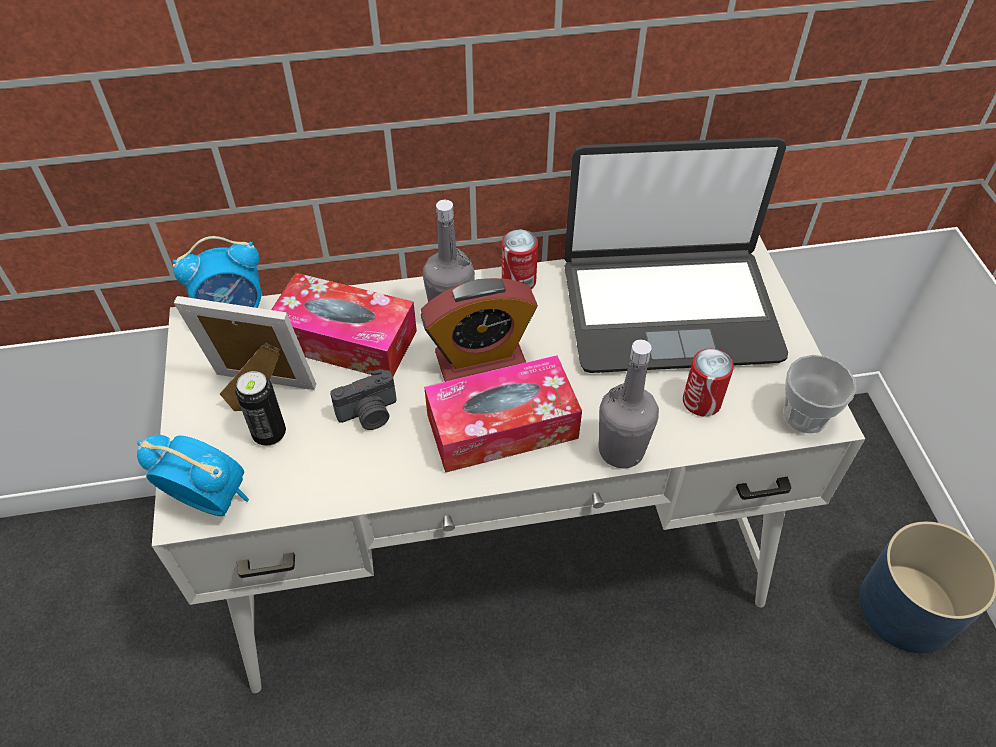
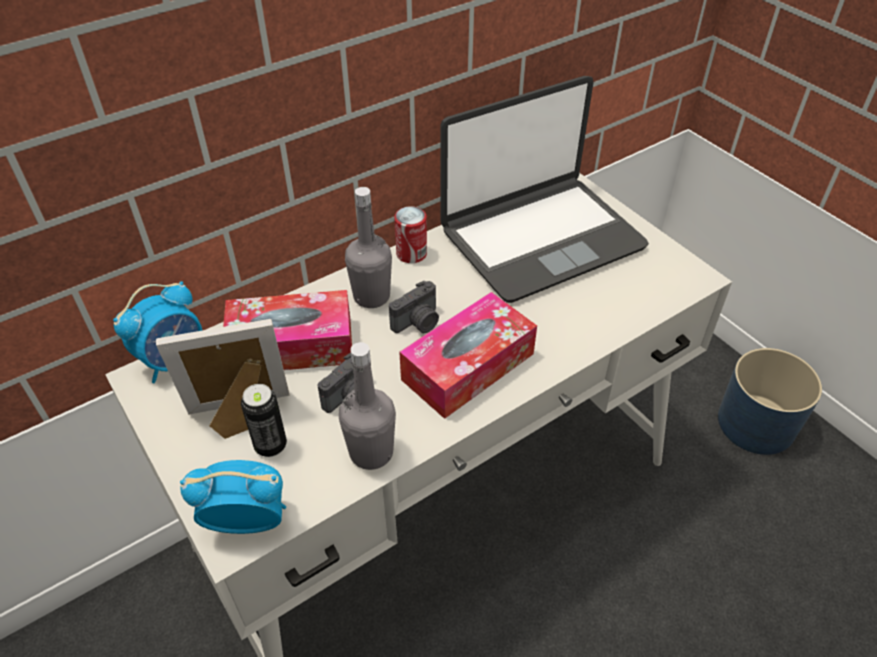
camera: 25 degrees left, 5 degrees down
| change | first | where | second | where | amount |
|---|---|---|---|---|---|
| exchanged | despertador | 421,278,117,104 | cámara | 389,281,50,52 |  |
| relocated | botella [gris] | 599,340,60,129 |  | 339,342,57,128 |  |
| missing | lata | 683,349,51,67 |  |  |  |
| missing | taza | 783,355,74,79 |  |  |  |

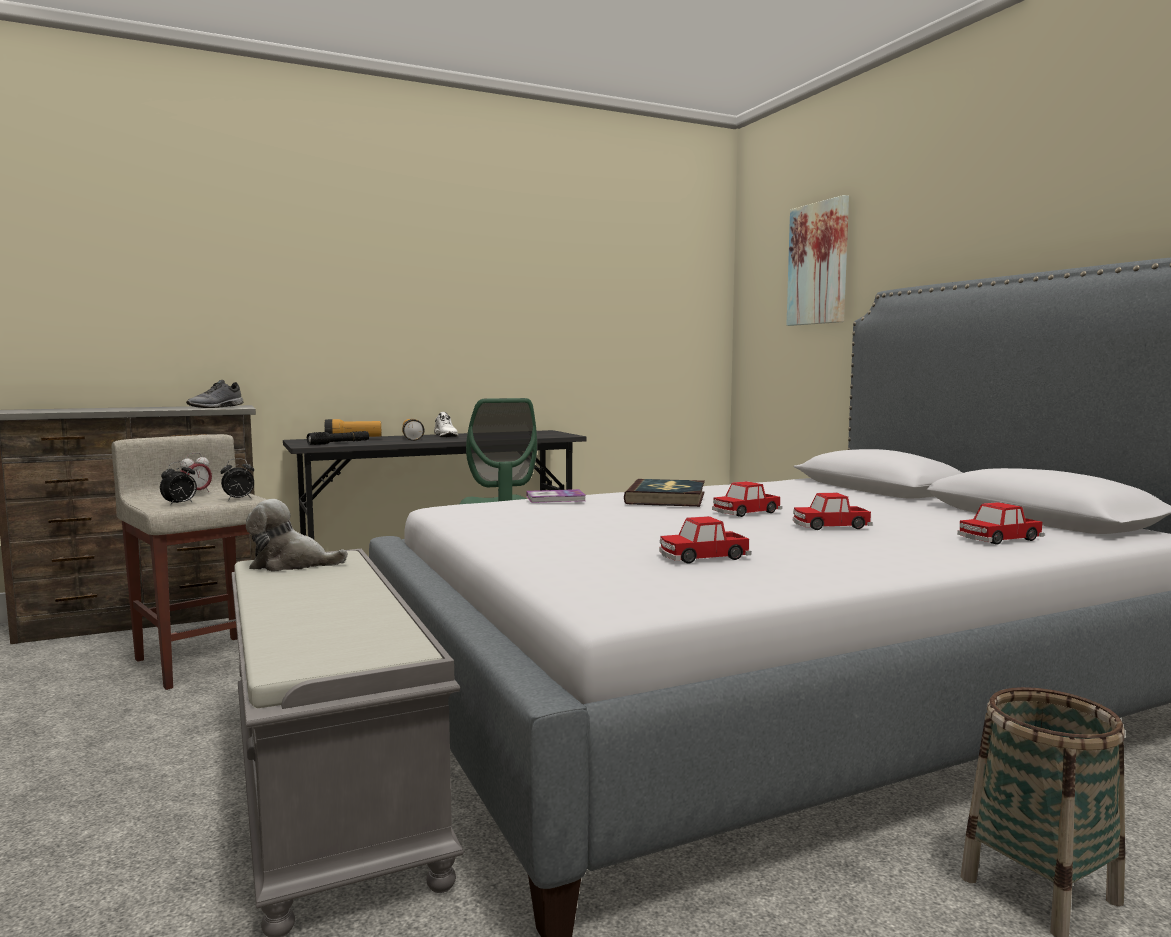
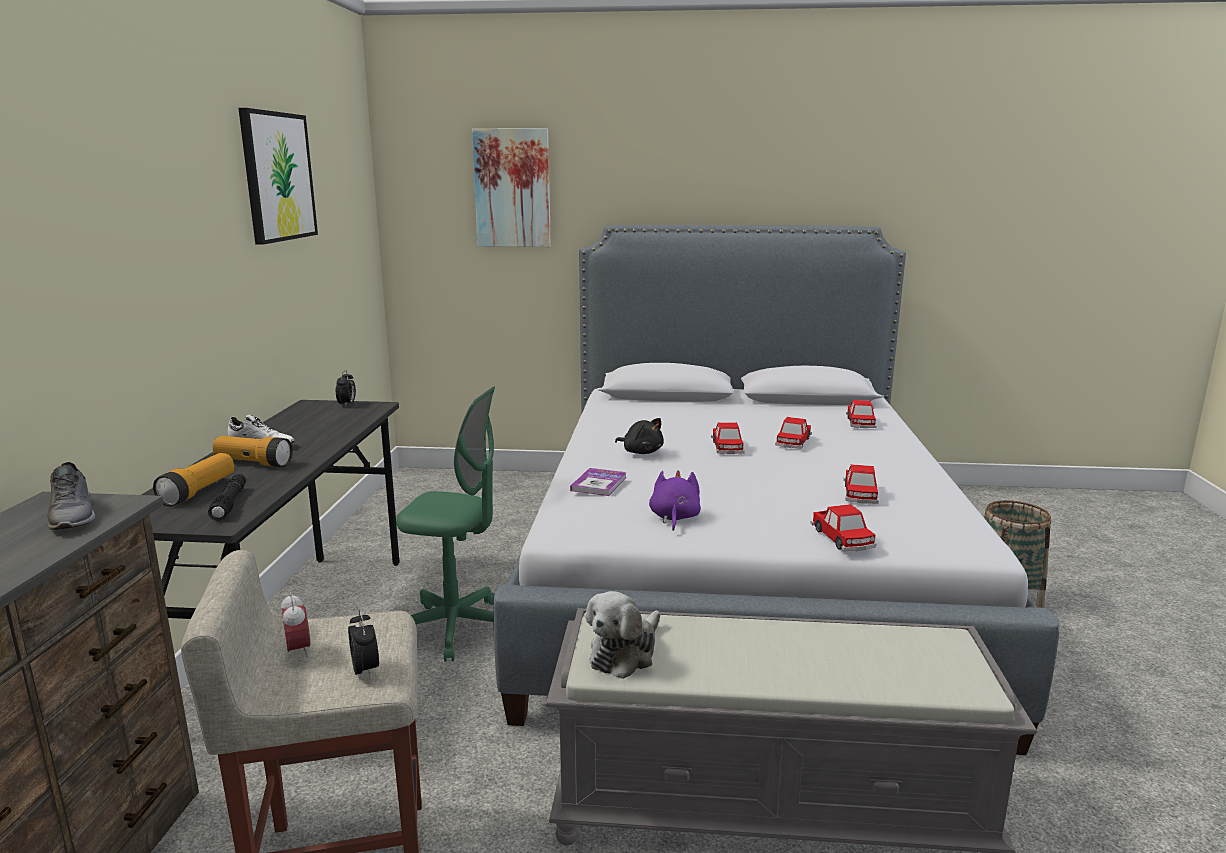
camera: 60 degrees left, 10 degrees up
| change | first | where | second | where | amount |
|---|---|---|---|---|---|
| relocated | despertador | 220,458,34,42 |  | 336,370,20,37 |  |
| exchanged | libro | 624,479,81,28 | peluche [negro] | 615,418,49,36 |  |
| appeared |  |  | cuadro | 238,108,80,137 |  |
| appeared |  |  | peluche [morado] | 649,470,52,61 |  |
| appeared |  |  | coche de juguete | 810,504,66,47 |  |

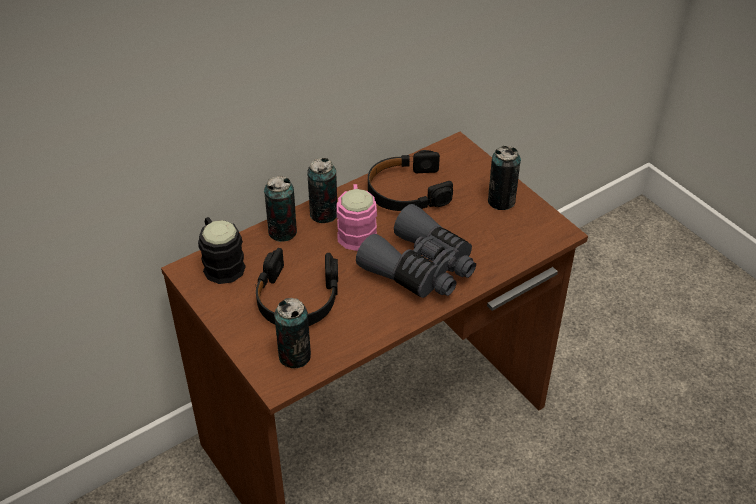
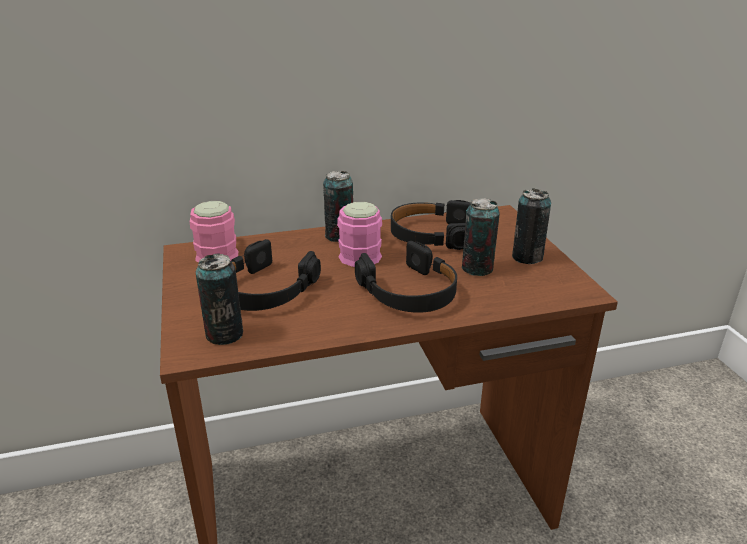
camera: 20 degrees right, 15 degrees down
| change | first | where | second | where | amount |
|---|---|---|---|---|---|
| relocated | lata | 264,176,33,66 |  | 462,198,38,78 |  |
| exchanged | prismáticos [gris] | 356,204,120,94 | auriculares [negro] | 355,241,102,72 |  |
| colour | taza grande [negro] | 198,217,48,67 | taza grande [rosa] | 190,201,48,62 |  |

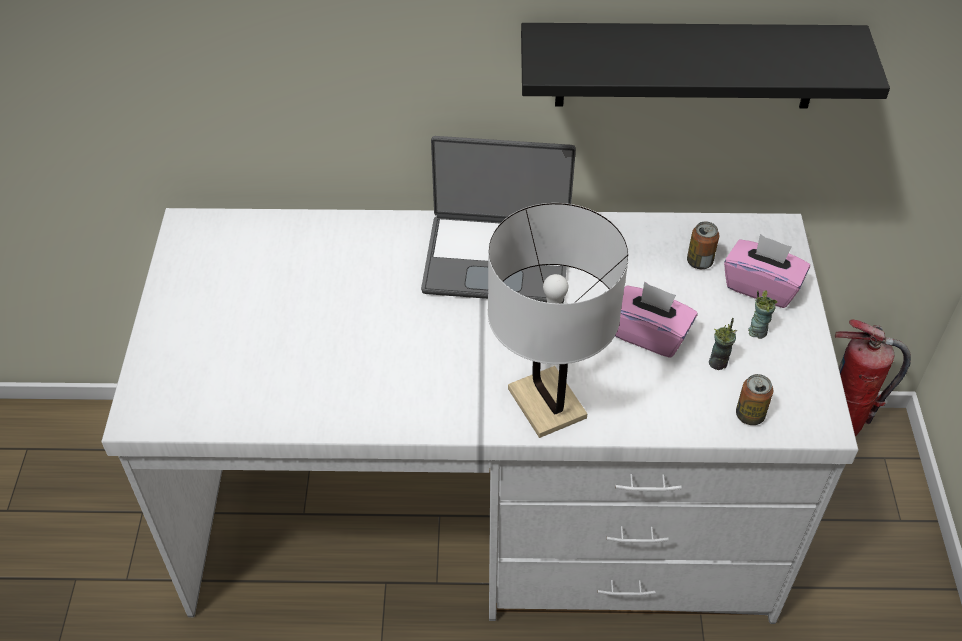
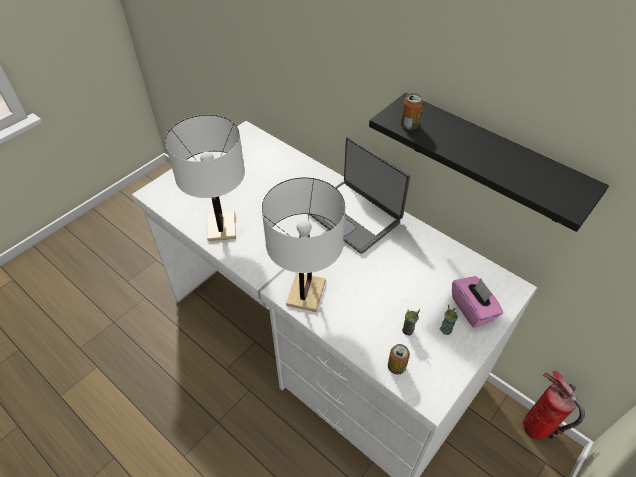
camera: 40 degrees right, 0 degrees up
| change | first | where | second | where | amount |
|---|---|---|---|---|---|
| relocated | lata | 687,221,32,48 |  | 401,93,22,37 |  |
| missing | caja de pañuelos [rosa] | 615,281,83,77 |  |  |  |
| appeared |  |  | lámpara de mesa [blanco] | 165,115,80,126 |  |

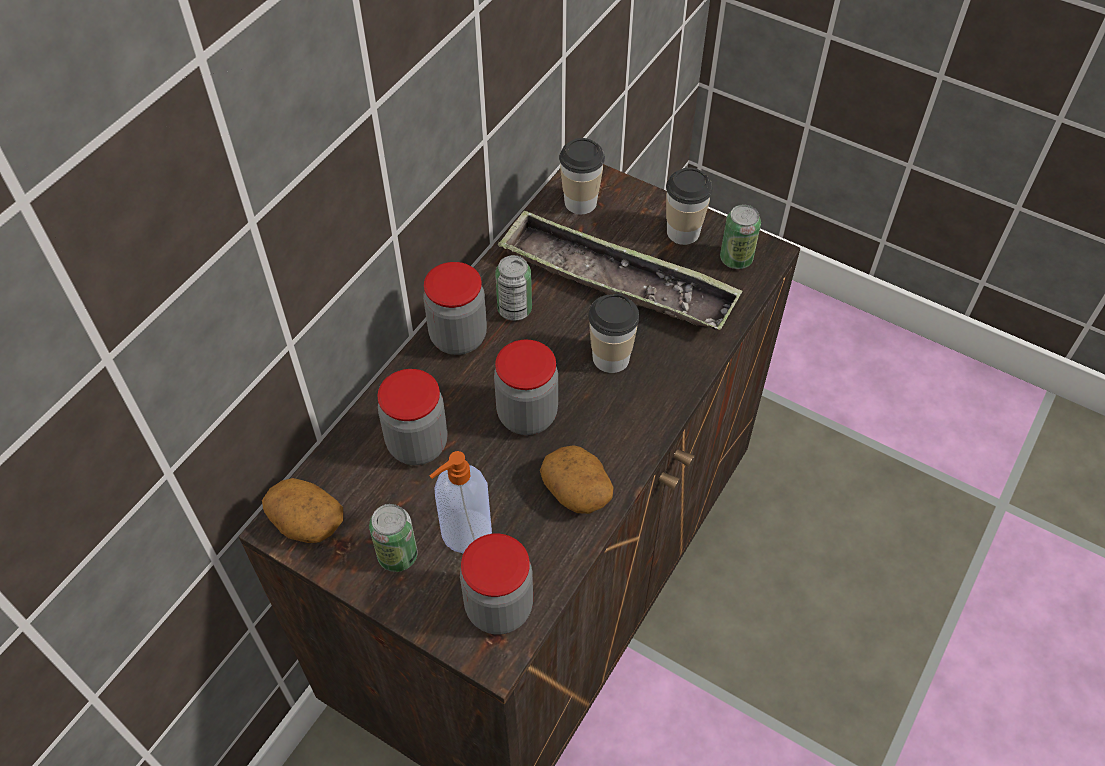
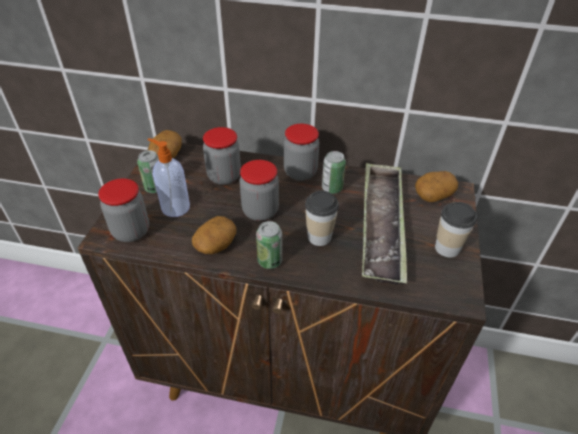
camera: 70 degrees right, 10 degrees down
| change | first | where | second | where | amount |
|---|---|---|---|---|---|
| exchanged | taza | 559,138,46,76 | patata | 415,171,43,31 |  |
| relocated | lata | 720,205,41,64 |  | 256,221,26,48 |  |

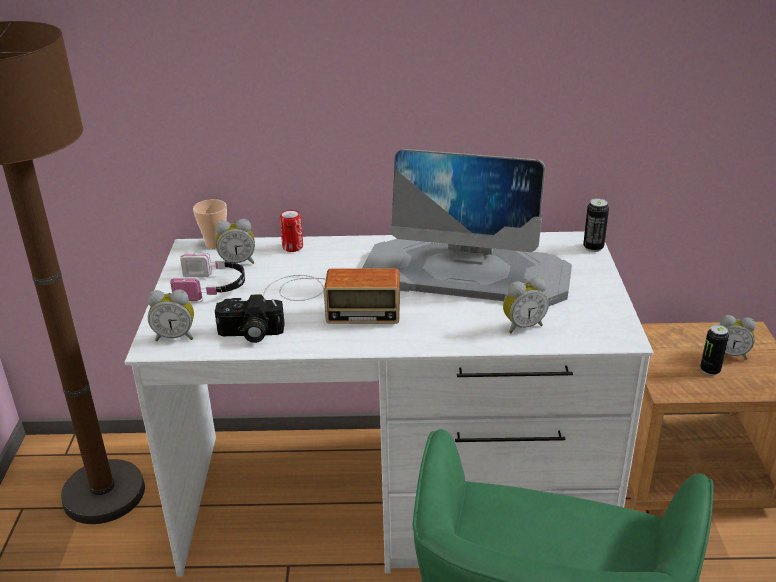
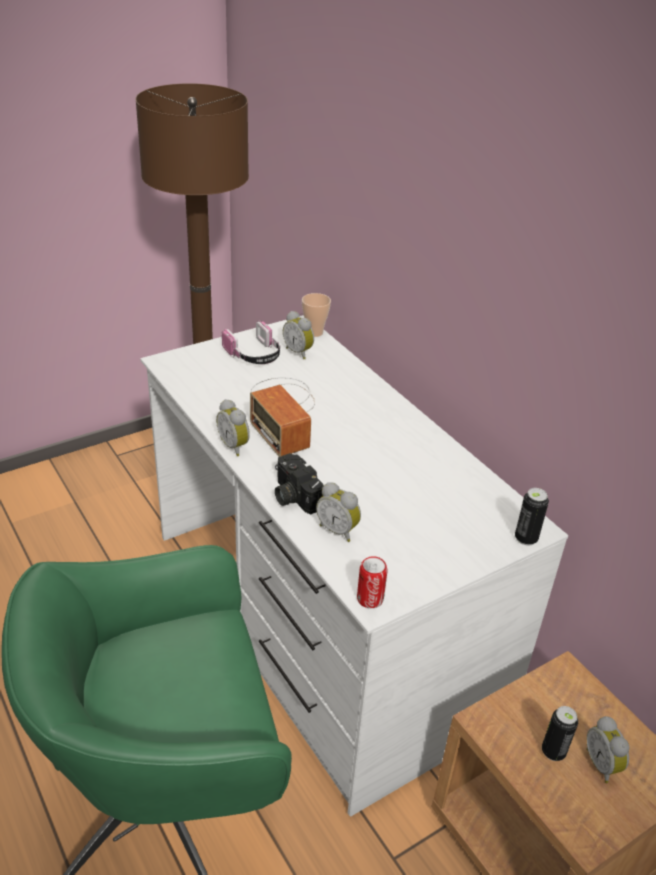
camera: 55 degrees right, 5 degrees up
| change | first | where | second | where | amount |
|---|---|---|---|---|---|
| missing | monitor | 362,149,210,157 |  |  |  |
| relocated | lata | 280,210,23,42 |  | 357,556,31,52 |  |
| relocated | despertador | 148,289,46,52 |  | 216,399,34,57 |  |
| relocated | cámara | 215,294,69,49 |  | 275,453,49,62 |  |

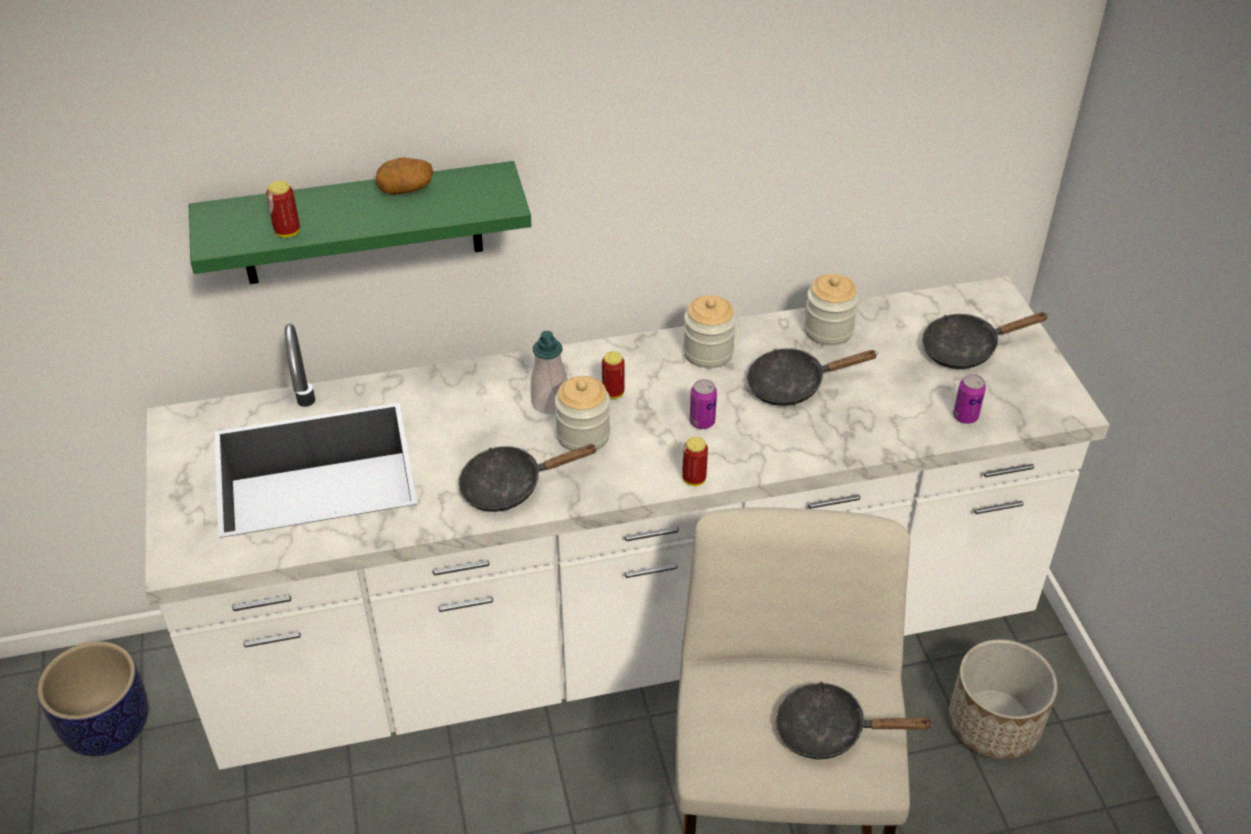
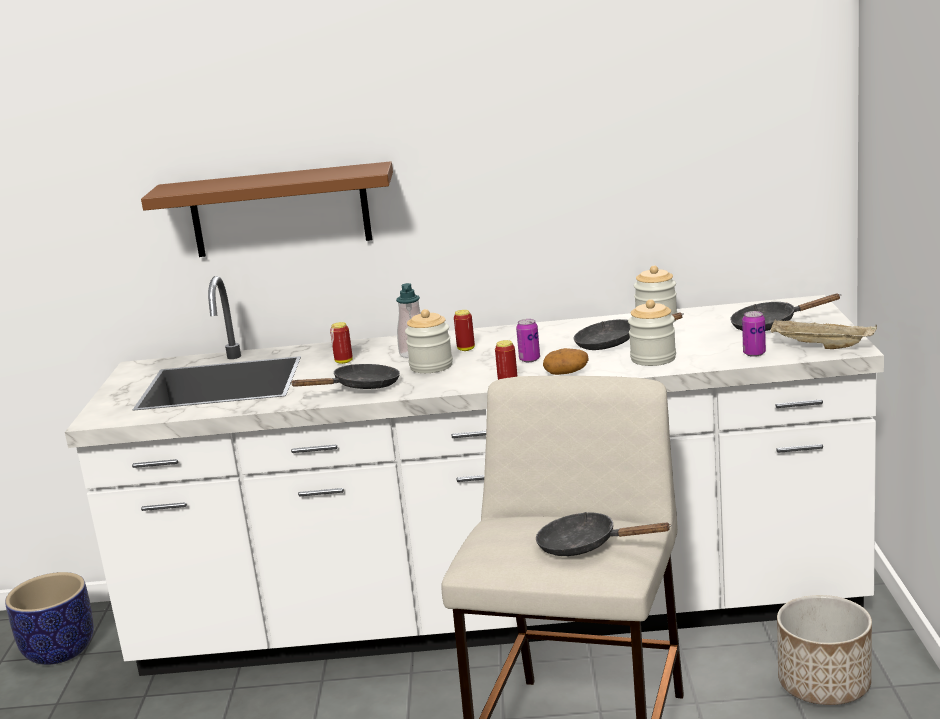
camera: 15 degrees right, 25 degrees down
| change | first | where | second | where | amount |
|---|---|---|---|---|---|
| relocated | patata | 376,157,57,38 |  | 543,348,46,27 |  |
| colour | estante [verde] | 189,161,342,123 | estante [marrón] | 141,161,252,96 |  |
| relocated | lata | 266,181,34,57 |  | 330,322,23,42 |  |
| relocated | tarro | 683,295,53,73 |  | 628,299,48,67 |  |
| spun | sartén [negro] | 458,444,140,68 |  | 290,364,110,25 | 150 degrees clockwise |
| appeared |  |  | bandeja [beis] | 770,319,107,30 |  |

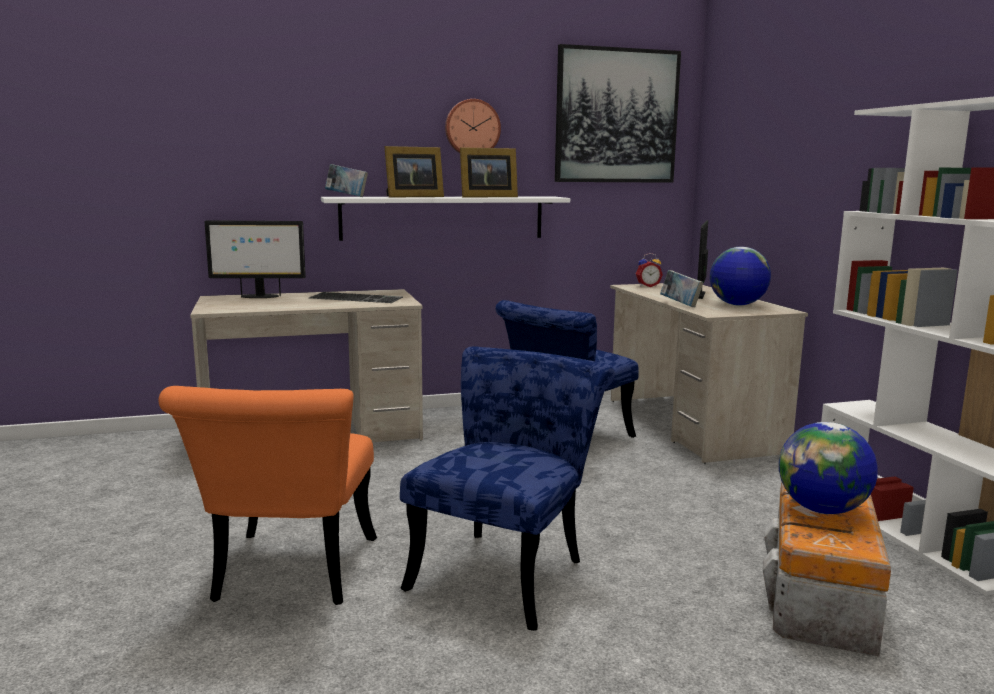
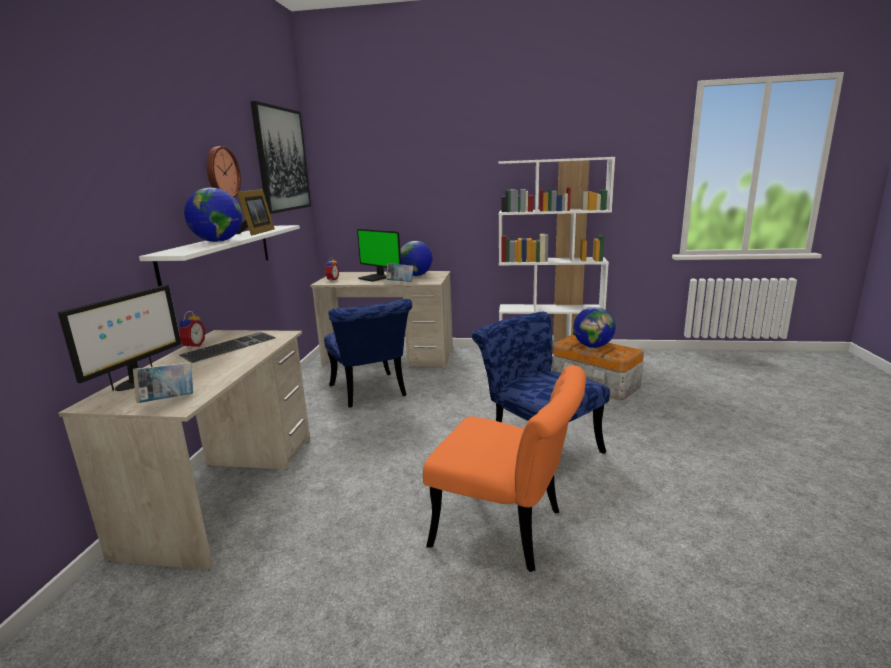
camera: 65 degrees left, 5 degrees up
| change | first | where | second | where | amount |
|---|---|---|---|---|---|
| exchanged | portarretratos | 384,146,60,52 | globo terráqueo | 184,188,58,54 |  |
| relocated | libro | 325,164,43,33 |  | 133,362,60,41 |  |
| appeared |  |  | despertador | 179,311,26,39 |  |

